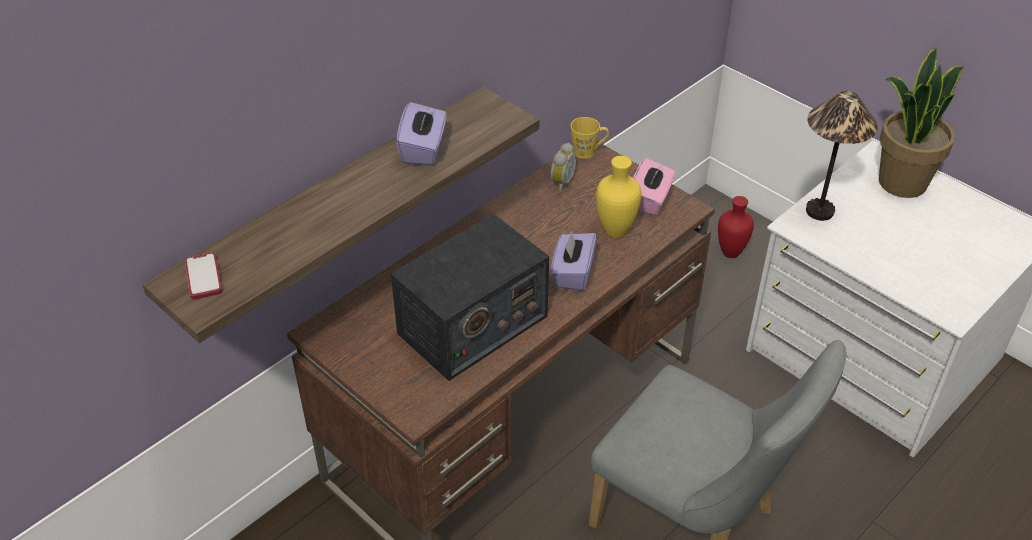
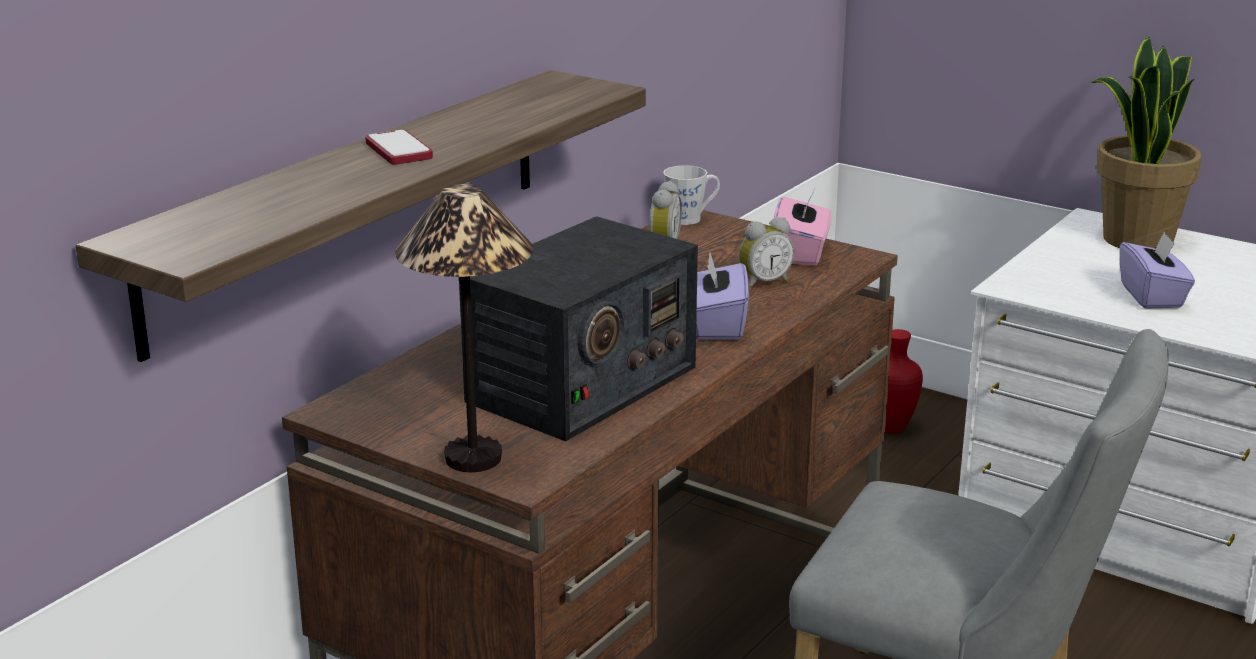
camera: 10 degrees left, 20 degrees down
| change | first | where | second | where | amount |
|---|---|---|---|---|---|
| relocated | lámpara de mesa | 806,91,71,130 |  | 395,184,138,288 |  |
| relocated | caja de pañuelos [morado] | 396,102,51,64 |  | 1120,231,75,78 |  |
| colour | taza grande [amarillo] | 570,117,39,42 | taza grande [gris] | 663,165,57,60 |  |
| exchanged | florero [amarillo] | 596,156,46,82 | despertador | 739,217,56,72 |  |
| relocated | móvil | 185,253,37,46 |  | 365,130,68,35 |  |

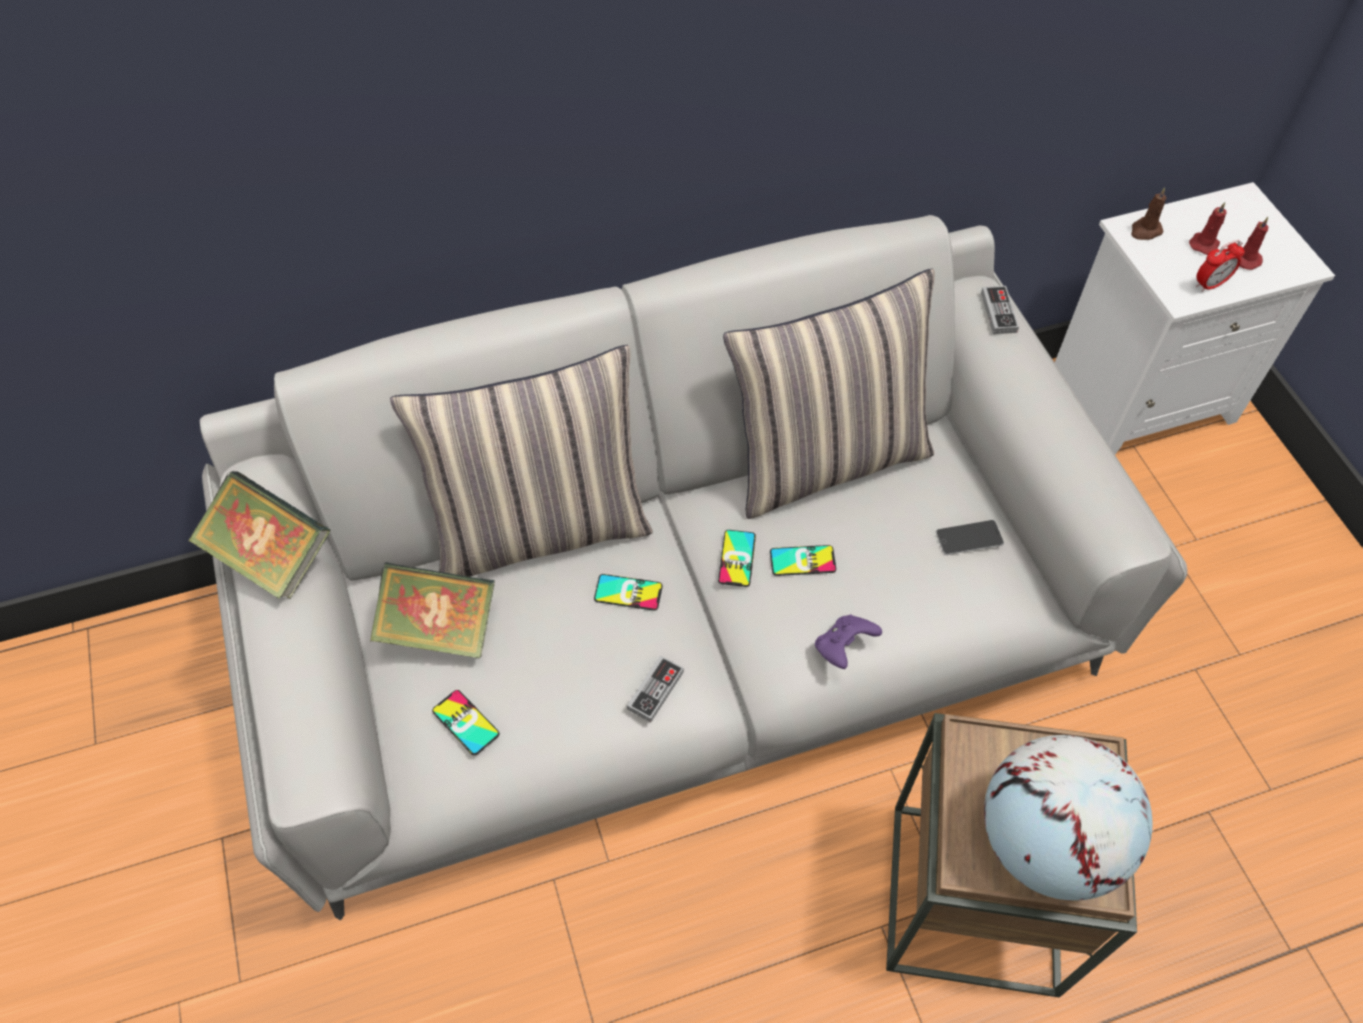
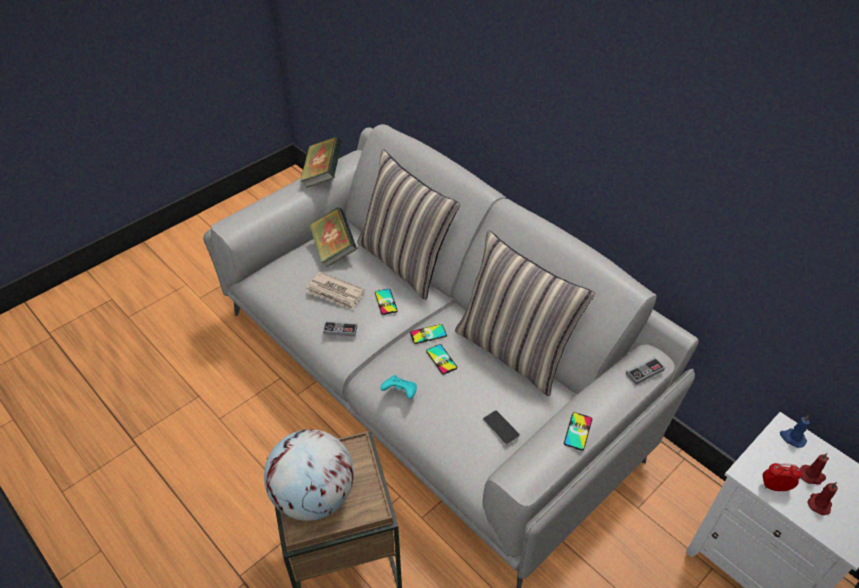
camera: 65 degrees right, 10 degrees down
| change | first | where | second | where | amount |
|---|---|---|---|---|---|
| colour | vela [marrón] | 1131,187,35,53 | vela [azul] | 780,415,30,33 |  |
| spun | despertador | 1196,240,49,52 |  | 763,463,39,29 | 150 degrees clockwise |
| colour | mando de consola [morado] | 815,615,67,54 | mando de consola [turquesa] | 381,375,36,24 |  |
| relocated | móvil | 432,690,67,65 |  | 564,412,28,38 |  |
| appeared |  |  | periódico | 306,272,59,38 |  |

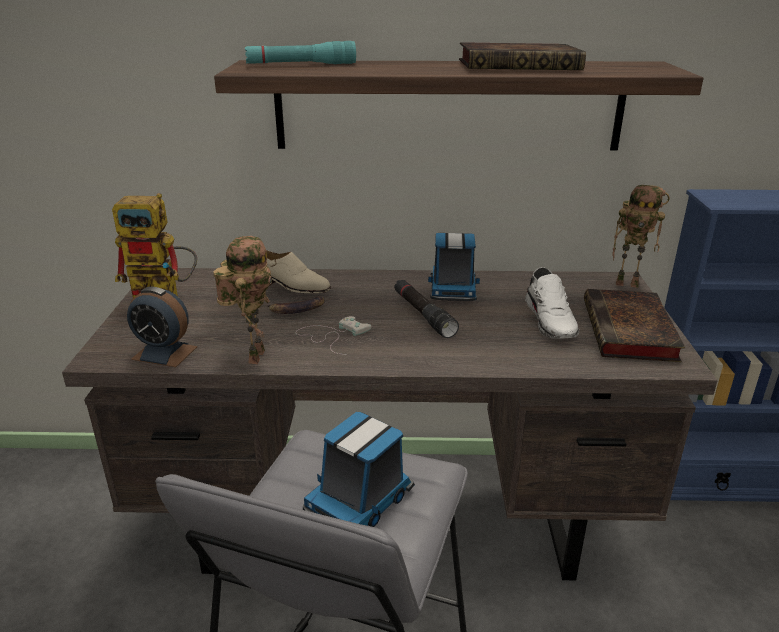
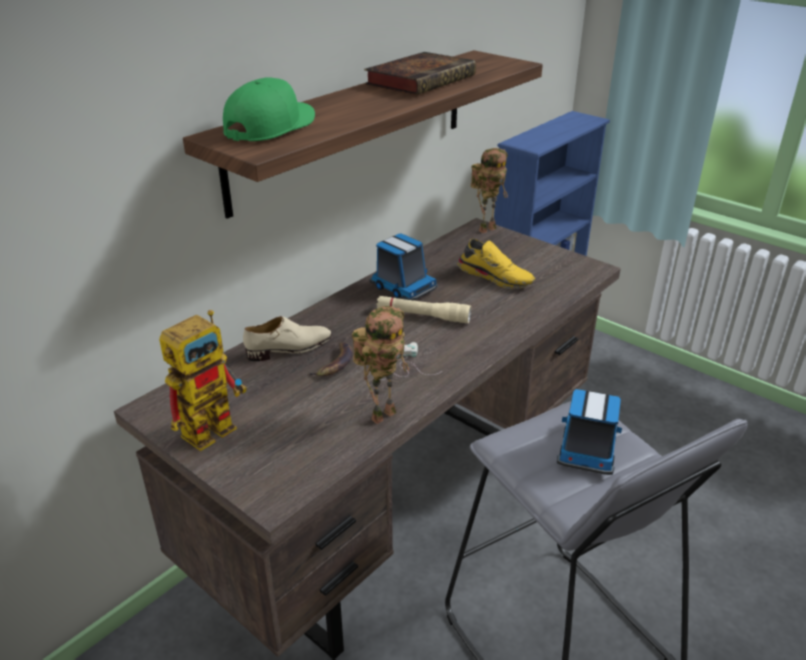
camera: 50 degrees left, 5 degrees up
| change | first | where | second | where | amount |
|---|---|---|---|---|---|
| exchanged | linterna [turquesa] | 245,41,111,23 | gorra [verde] | 223,77,92,64 |  |
| spun | robot de juguete | 213,236,59,128 |  | 352,306,57,118 | 90 degrees clockwise |
| colour | zapato [blanco] | 525,267,54,72 | zapato [amarillo] | 458,239,77,50 |  |
| colour | linterna [negro] | 394,280,65,58 | linterna [beis] | 376,296,95,27 |  |
| missing | despertador | 127,287,70,80 |  |  |  |
| missing | libro | 584,289,101,73 |  |  |  |
| spun | camión de juguete | 303,412,112,115 |  | 557,389,65,86 | 150 degrees counterclockwise |

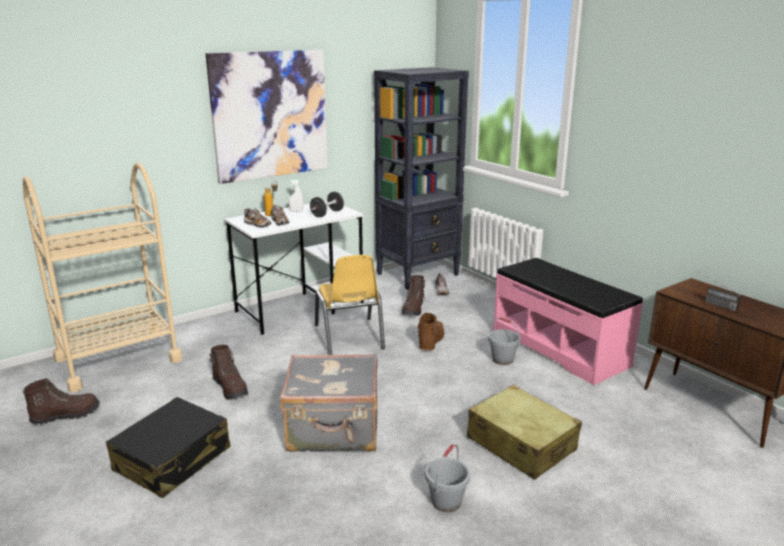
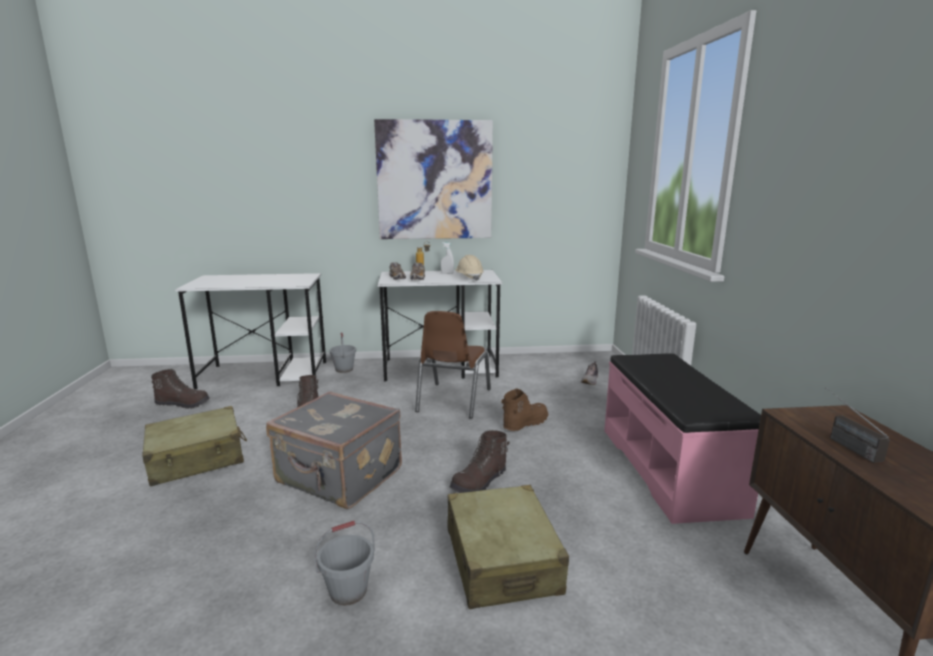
camera: 30 degrees right, 5 degrees down
| change | first | where | second | where | amount |
|---|---|---|---|---|---|
| missing | estantería [negro] | 374,67,95,223 |  |  |  |
| exchanged | carrito [beis] | 23,163,160,230 | escritorio [blanco] | 175,273,151,116 |  |
| exchanged | mancuerna [negro] | 310,192,34,26 | casco [beis] | 455,255,29,26 |  |
| colour | silla [amarillo] | 315,255,70,100 | silla [marrón] | 415,311,76,108 |  |
| relocated | bota [marrón] | 402,275,23,41 |  | 450,430,59,63 |  |
| relocated | cubo [gris] | 489,317,31,48 |  | 330,332,26,41 |  |
| colour | maleta [negro] | 106,397,124,101 | maleta [beis] | 142,406,105,81 |  |

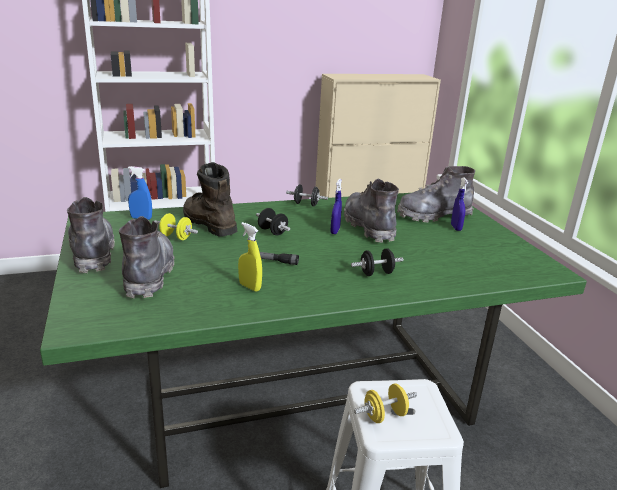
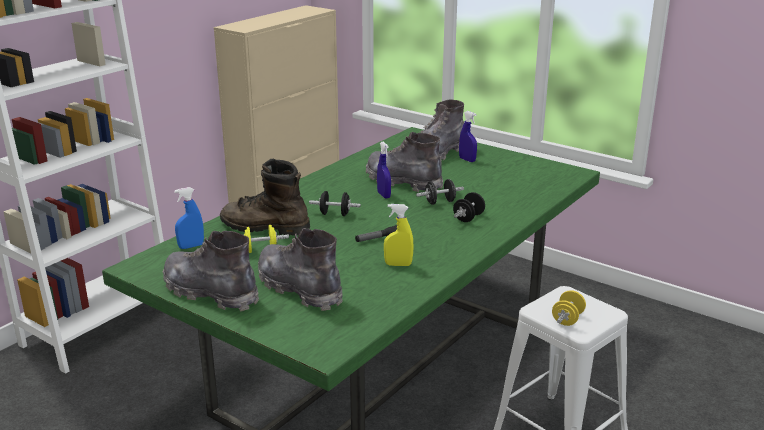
camera: 35 degrees left, 0 degrees up
| change | first | where | second | where | amount |
|---|---|---|---|---|---|
| relocated | mancuerna [negro] | 286,184,42,22 |  | 416,179,48,26 |  |

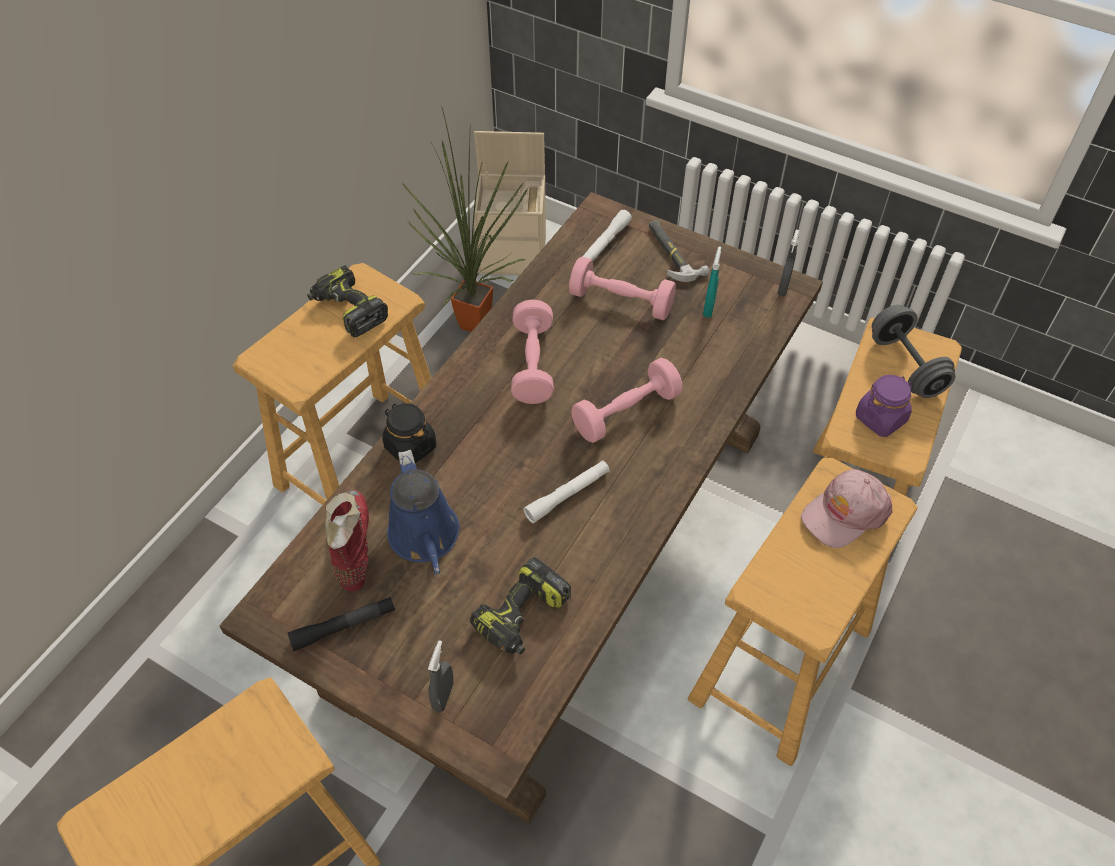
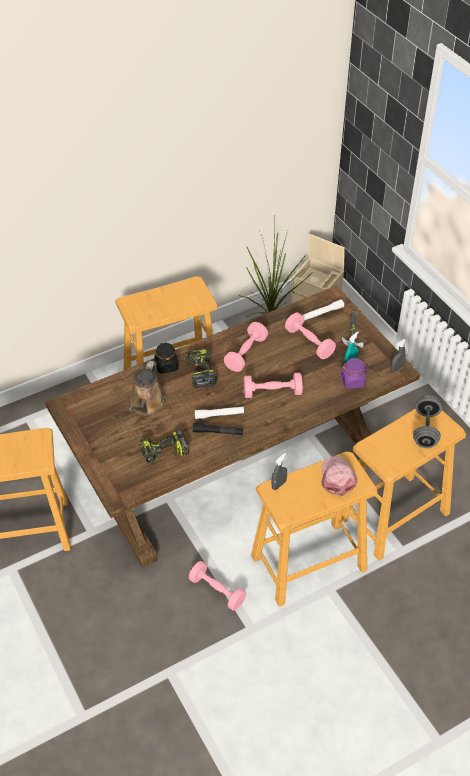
camera: 30 degrees right, 5 degrees down
| change | first | where | second | where | amount |
|---|---|---|---|---|---|
| relocated | taladro | 307,265,81,72 |  | 183,349,35,39 |  |
| relocated | tarro [morado] | 856,375,56,62 |  | 340,358,29,31 |  |
| colour | regadera [azul] | 387,450,73,125 | regadera [marrón] | 128,361,38,54 |  |
| spun | gorra [rosa] | 801,469,92,79 |  | 321,456,37,40 | 90 degrees clockwise |
| missing | bota [rojo] | 325,490,44,101 |  |  |  |
| relocated | linterna [negro] | 287,597,108,54 |  | 193,423,50,12 |  |
| relocated | pulverizador [gris] | 428,640,26,73 |  | 271,453,16,37 |  |
| appeared |  |  | mancuerna [rosa] | 189,561,57,50 |  |

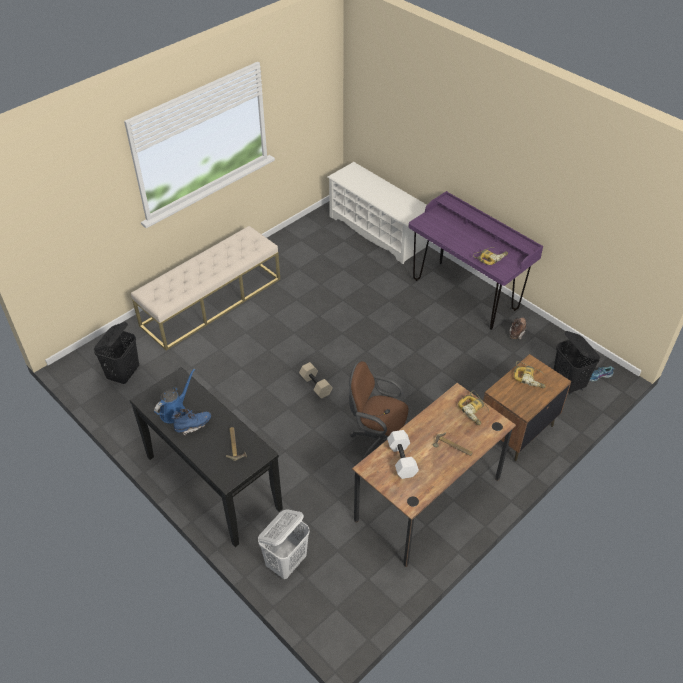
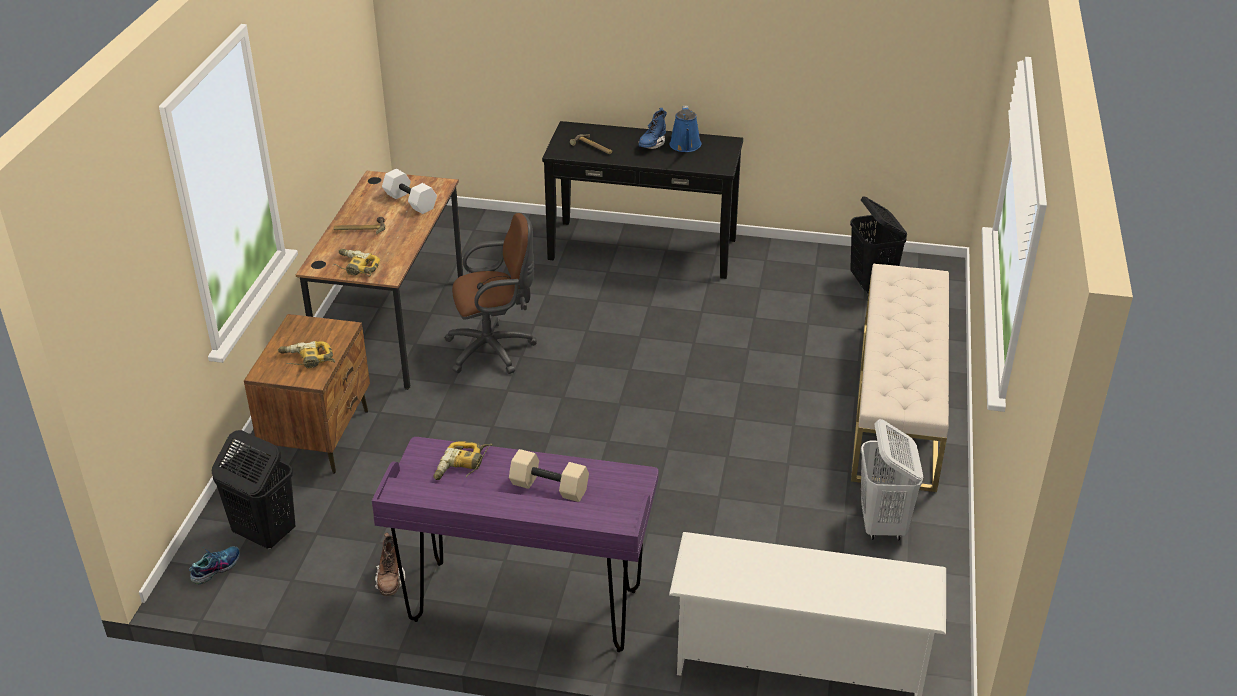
camera: 145 degrees right, 10 degrees down
| change | first | where | second | where | amount |
|---|---|---|---|---|---|
| relocated | mancuerna [beis] | 299,362,34,37 |  | 509,449,80,53 |  |
| relocated | cesto de la ropa [blanco] | 258,509,52,70 |  | 861,419,62,122 |  |

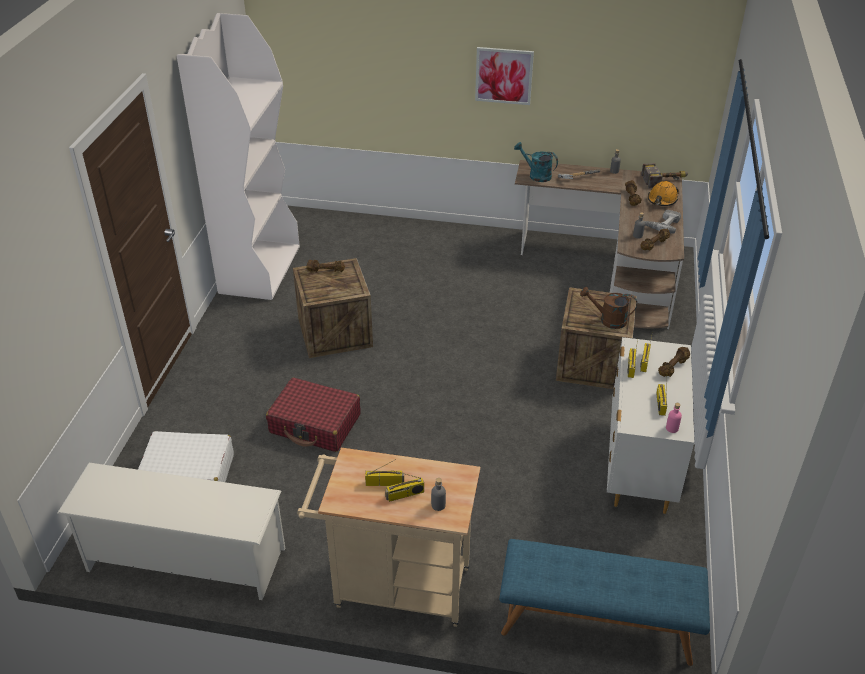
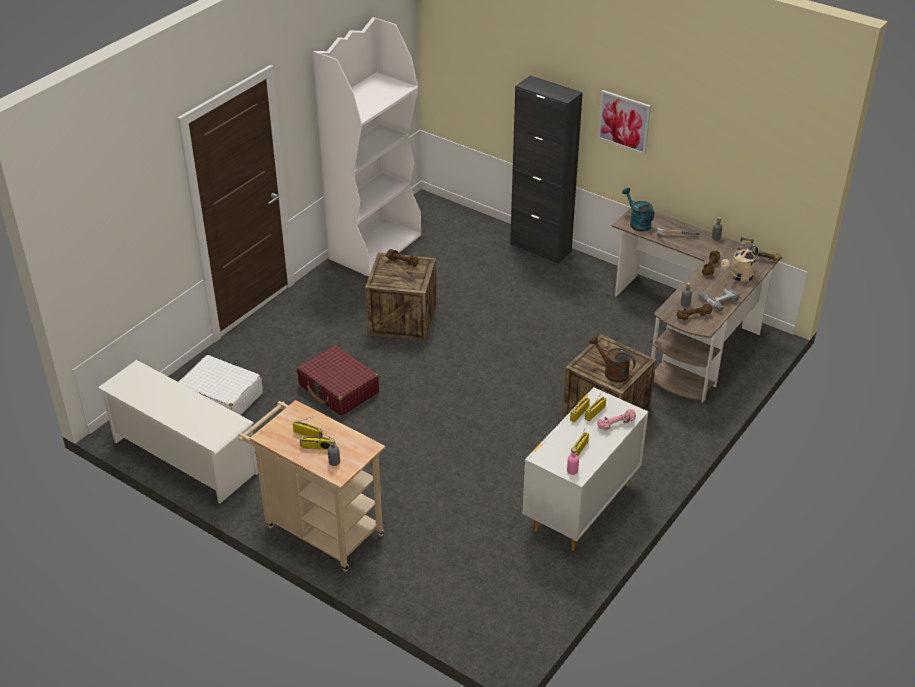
camera: 25 degrees right, 0 degrees up
| change | first | where | second | where | amount |
|---|---|---|---|---|---|
| exchanged | casco [naranja] | 648,181,31,25 | regadera [beis] | 721,245,37,37 |  |
| colour | mancuerna [marrón] | 658,347,32,30 | mancuerna [rosa] | 597,409,39,22 |  |
| missing | banco [azul] | 499,539,211,127 |  |  |  |
| appeared |  |  | armario [negro] | 510,75,73,189 |  |

